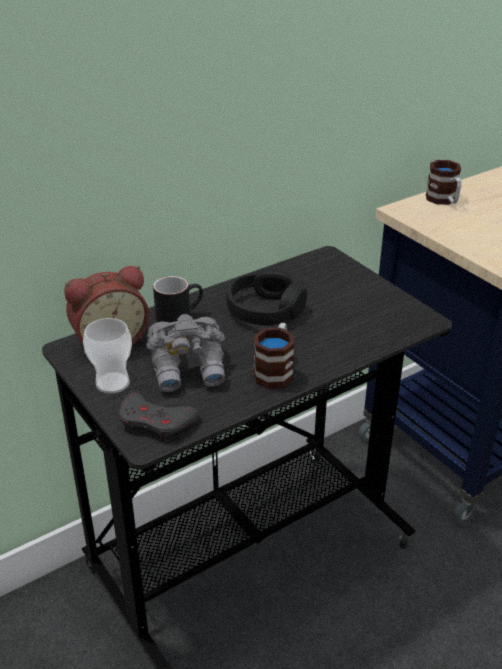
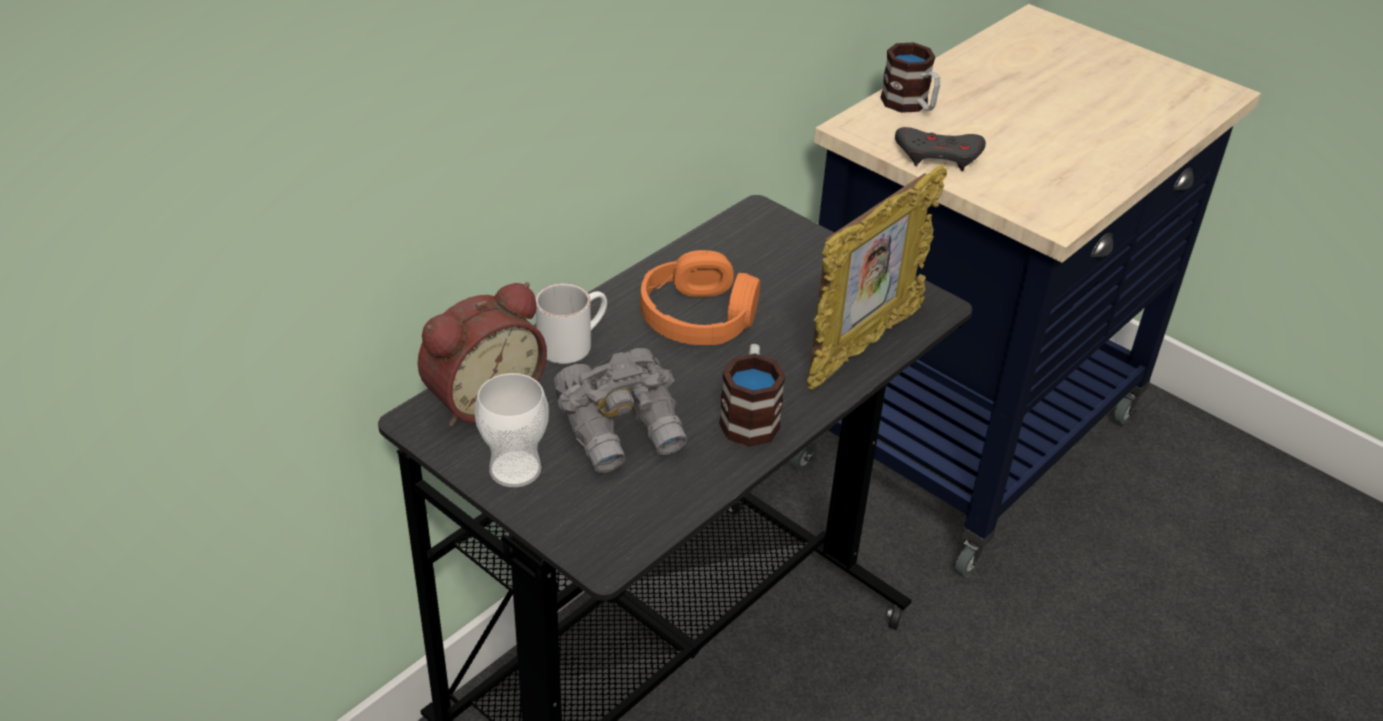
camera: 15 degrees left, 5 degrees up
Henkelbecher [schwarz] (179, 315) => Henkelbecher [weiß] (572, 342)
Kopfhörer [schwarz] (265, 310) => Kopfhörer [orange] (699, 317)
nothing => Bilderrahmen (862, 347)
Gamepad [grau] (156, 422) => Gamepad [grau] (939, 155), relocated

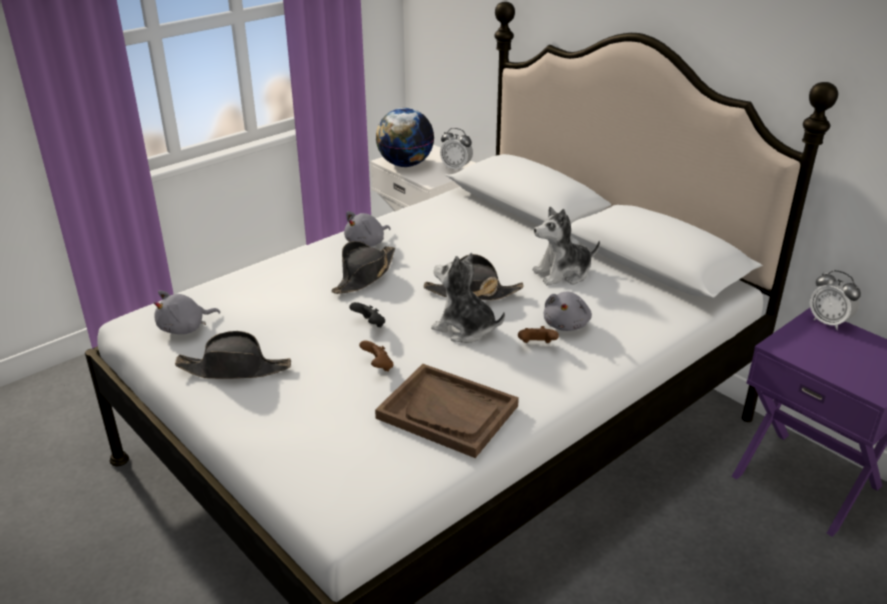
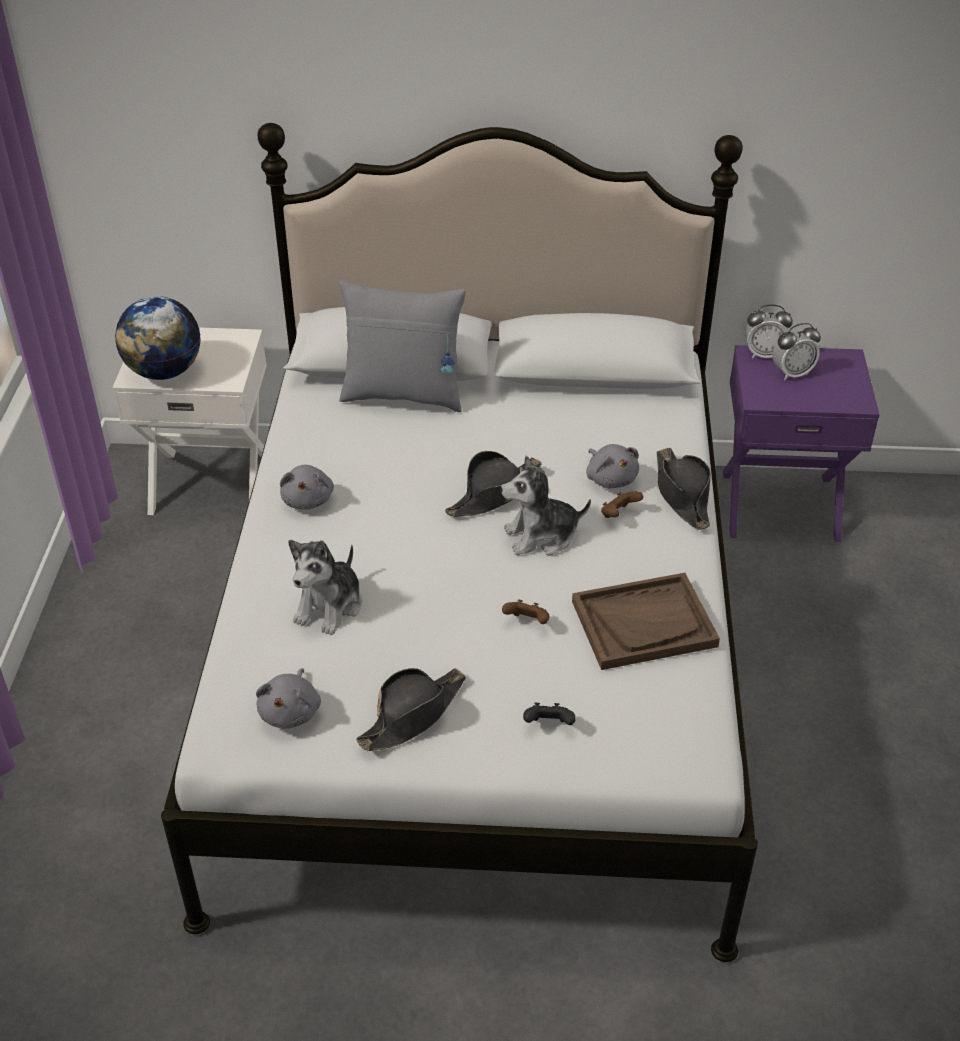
camera: 45 degrees left, 10 degrees up
Plüschtier (563, 273) => Plüschtier (330, 606), relocated
nothing => Kissen [grau] (403, 396)
Gamepad [schwarz] (369, 324) => Gamepad [schwarz] (548, 725), relocated
Hut [schwarz] (364, 276) => Hut [schwarz] (682, 495), relocated
Wecker (456, 168) => Wecker (792, 373), relocated

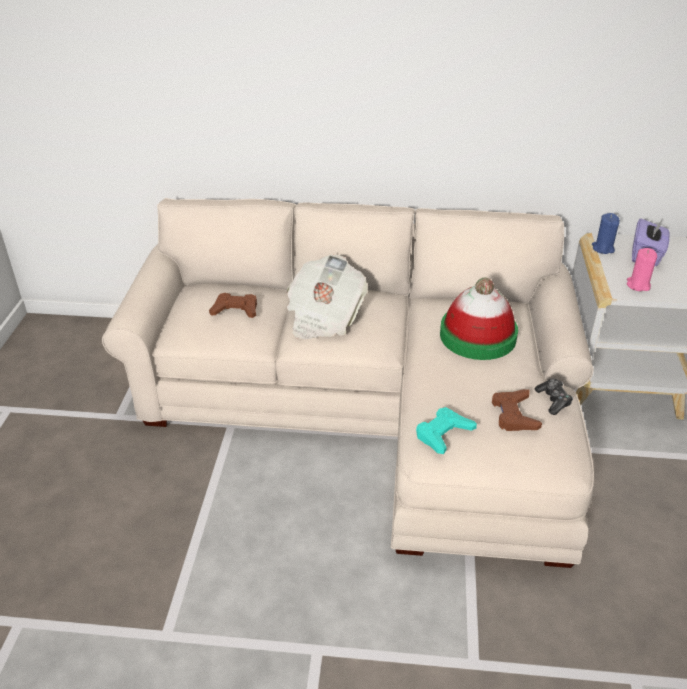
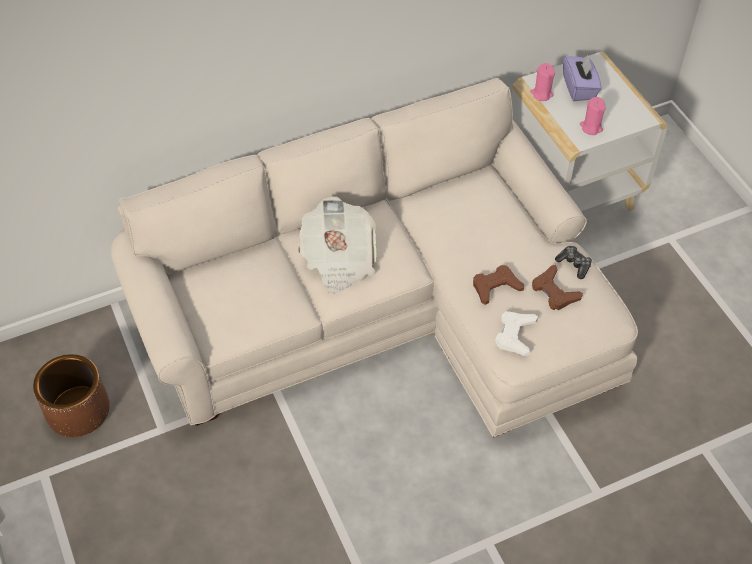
camera: 30 degrees left, 15 degrees up
nothing => Pflanzkübel [braun] (78, 411)
Gamepad [braun] (235, 310) => Gamepad [braun] (496, 287), relocated
Gamepad [türkis] (443, 434) => Gamepad [weiß] (515, 335)
Kerze [blau] (603, 248) => Kerze [rosa] (541, 94)
Hut (478, 336) => nothing

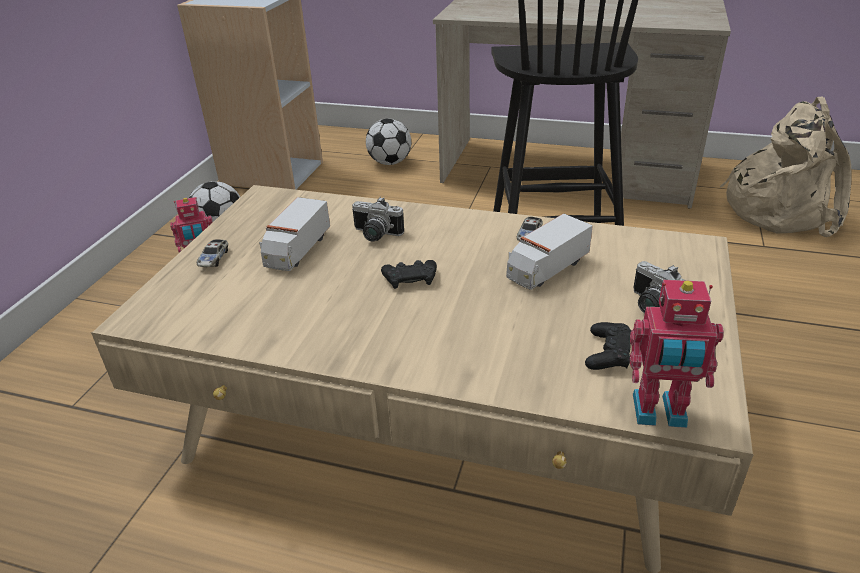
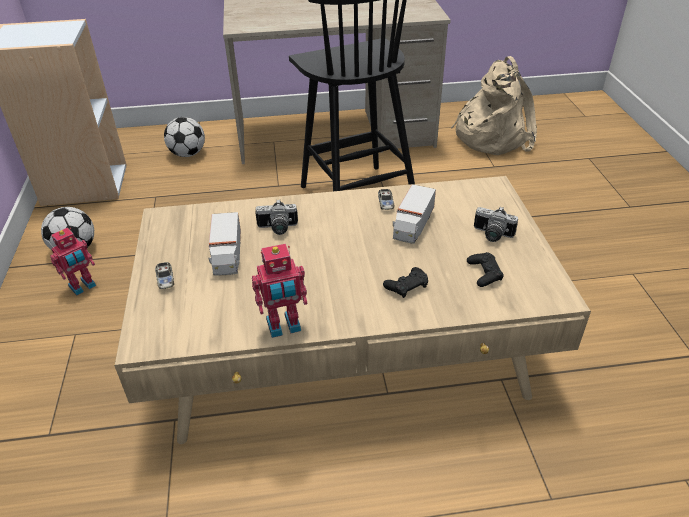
camera: 25 degrees left, 5 degrees up
Spielzeugroboter (659, 413) => Spielzeugroboter (284, 327), relocated
Gamepad [schwarz] (410, 278) => Gamepad [schwarz] (406, 286), relocated

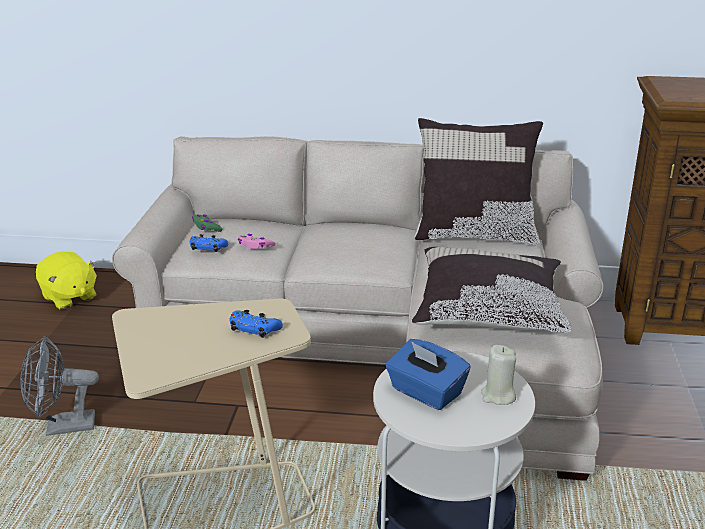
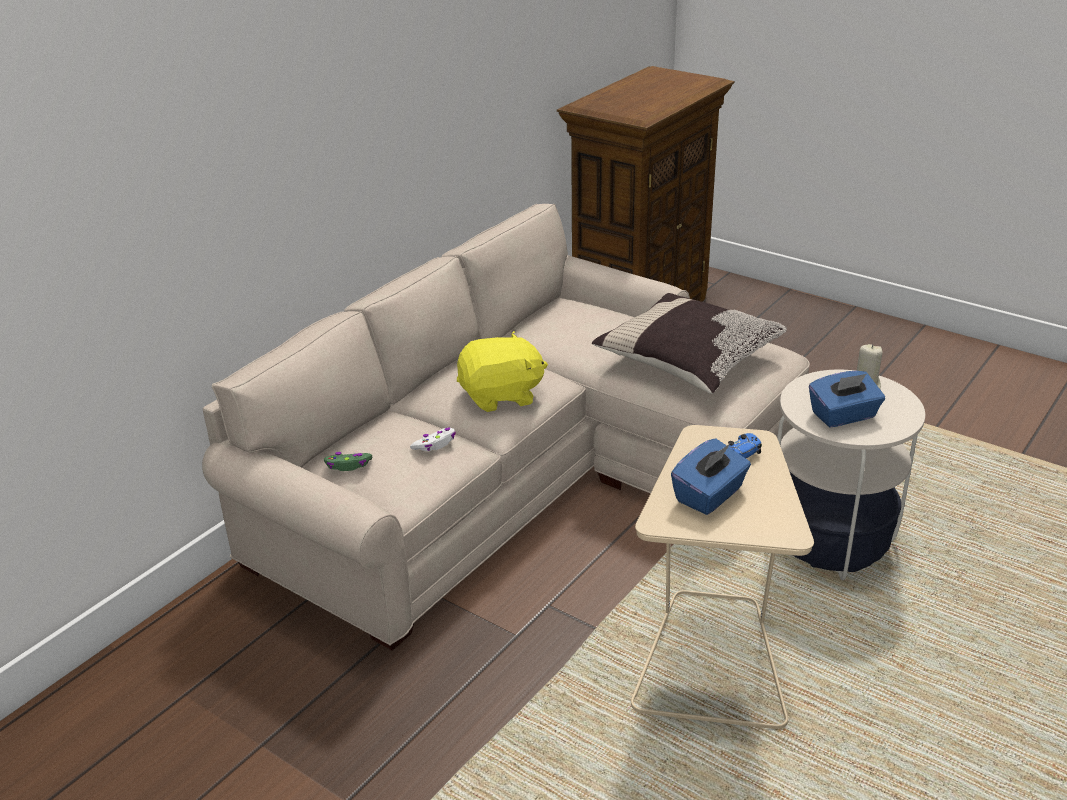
camera: 60 degrees left, 5 degrees up
Gamepad [rosa] (255, 246) => Gamepad [weiß] (435, 444)
Plüschtier [gelb] (69, 297) => Plüschtier [gelb] (501, 396), relocated
nothing => Taschentuchbox [blau] (709, 495)
Ventilator [grau] (62, 427) => nothing
Gamepad [blau] (208, 248) => nothing
Kissen (474, 235) => nothing

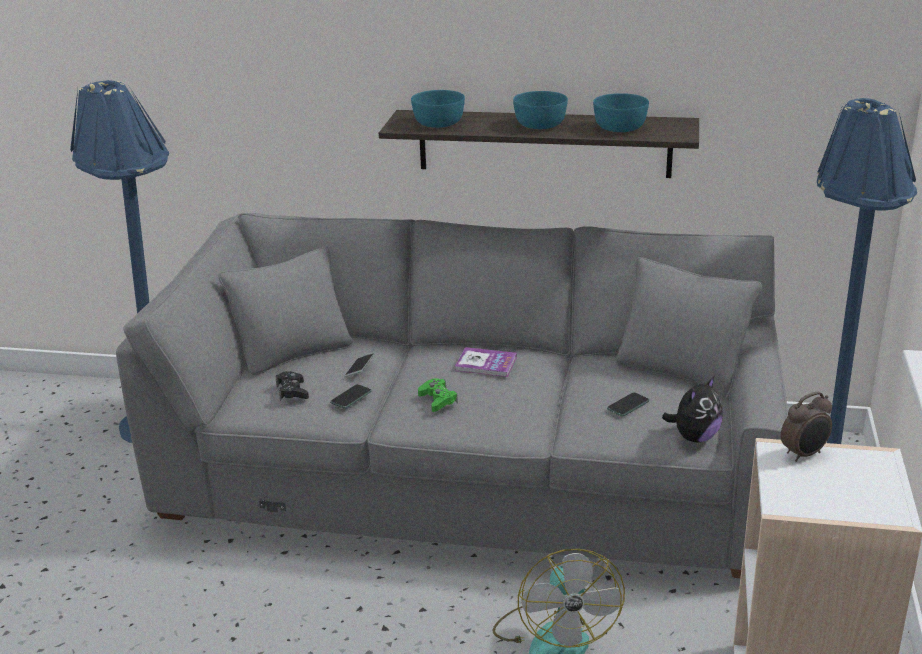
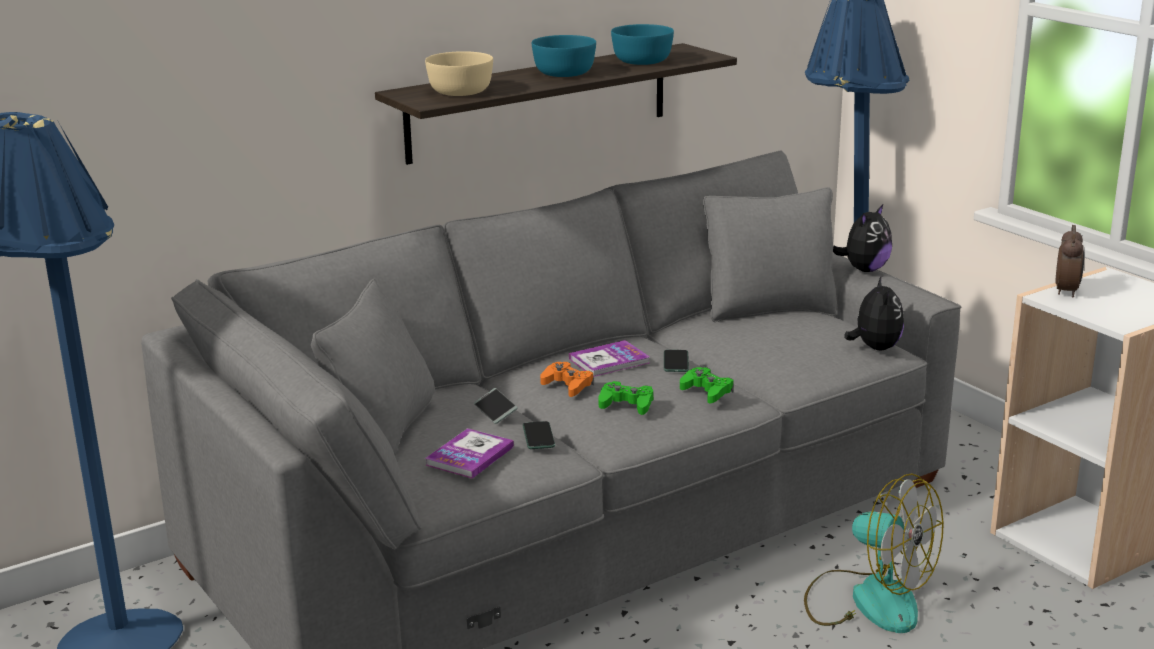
camera: 45 degrees left, 5 degrees down
Schüssel [türkis] (439, 123) => Schüssel [beige] (461, 91)
Gamepad [schwarz] (292, 391) => Buch (469, 456)
nothing => Gamepad [orange] (567, 385)
Handy (628, 405) => Handy (676, 362), relocated
nothing => Gamepad [grün] (707, 391)
nothing => Plüschtier (864, 269)

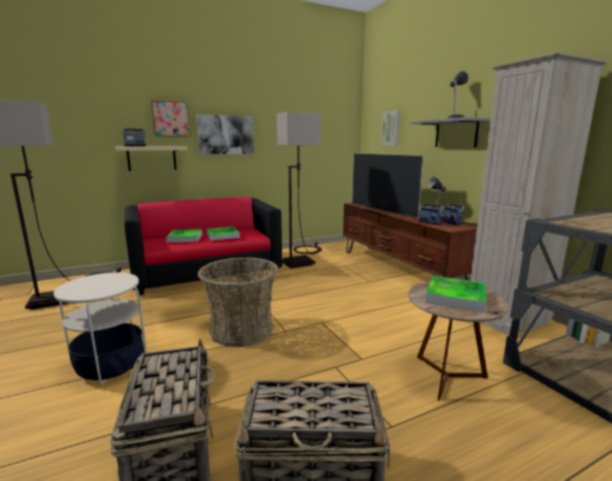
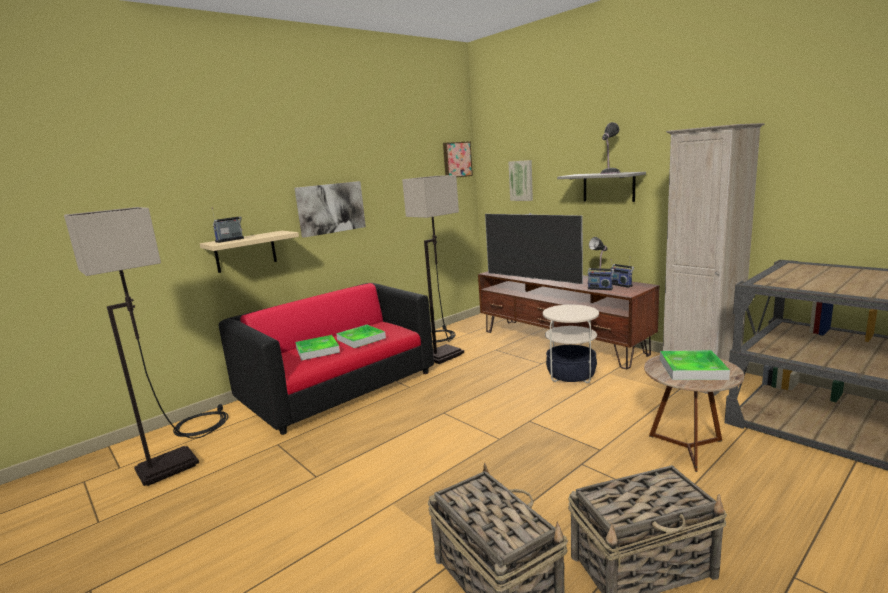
camera: 15 degrees left, 0 degrees up
Bild (171, 119) => Bild (456, 159), relocated
Beistelltisch [beige] (111, 367) => Beistelltisch [beige] (571, 376), relocated
Korb (241, 330) => nothing

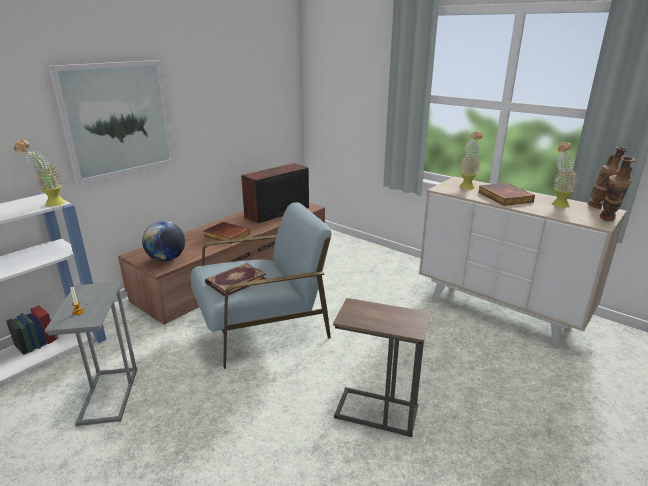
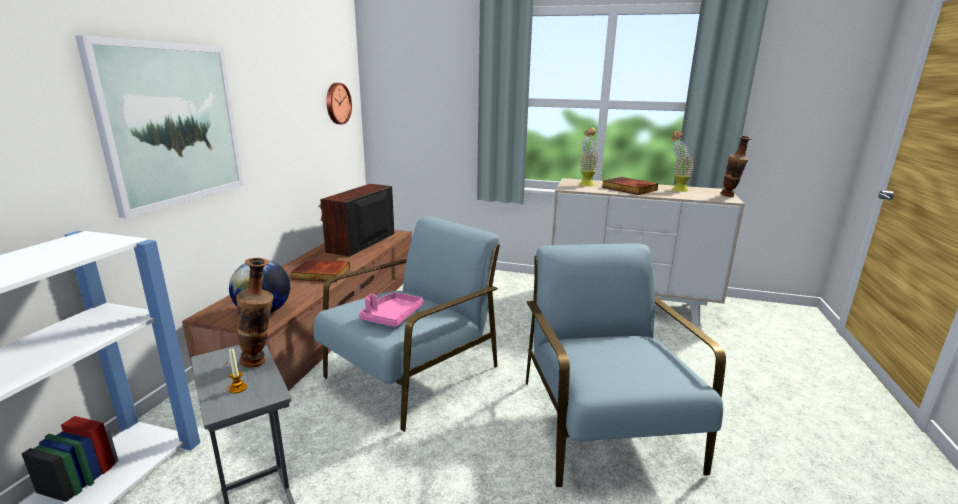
camera: 25 degrees left, 5 degrees down
Vase (599, 207) => Vase (261, 362), relocated
nothing => Wanduhr (337, 103)
Buch (235, 281) => Tablett [rosa] (392, 316)
Beistelltisch [braun] (377, 412) => Sessel [blau] (605, 426)
Topfpflanze (50, 205) => nothing

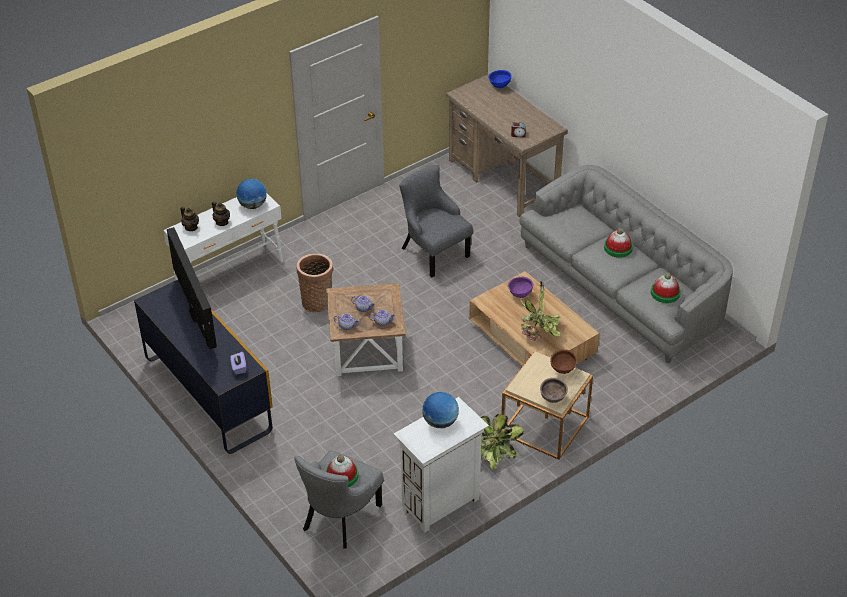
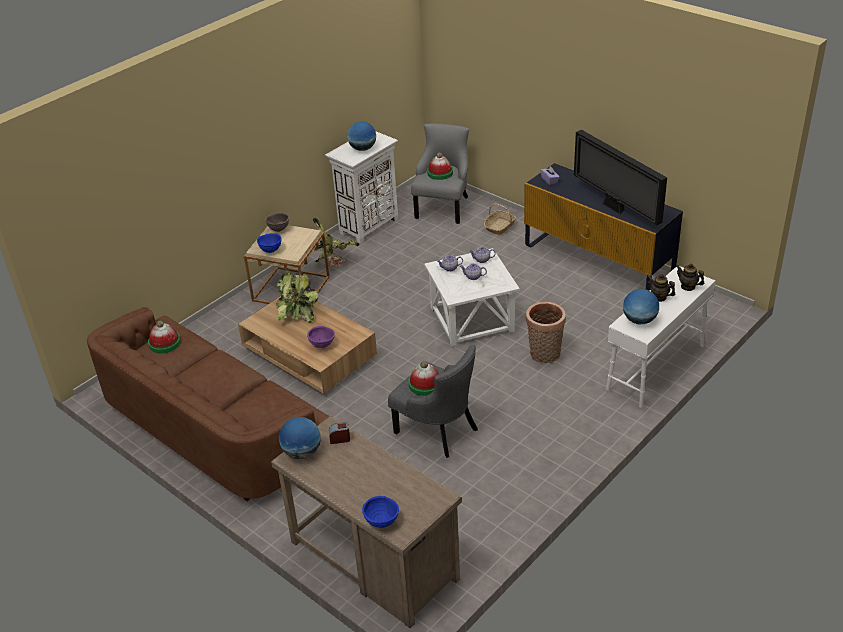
camera: 170 degrees right, 5 degrees down
Sofa [grau] (622, 287) => Sofa [braun] (212, 427)
Schüssel [braun] (562, 370) => Schüssel [blau] (271, 251)
nothing => Globus (302, 452)
Hut (618, 248) => Hut (425, 384), relocated
Beistelltisch [braun] (366, 349) => Beistelltisch [weiß] (473, 320)
nothing => Korb (499, 227)

